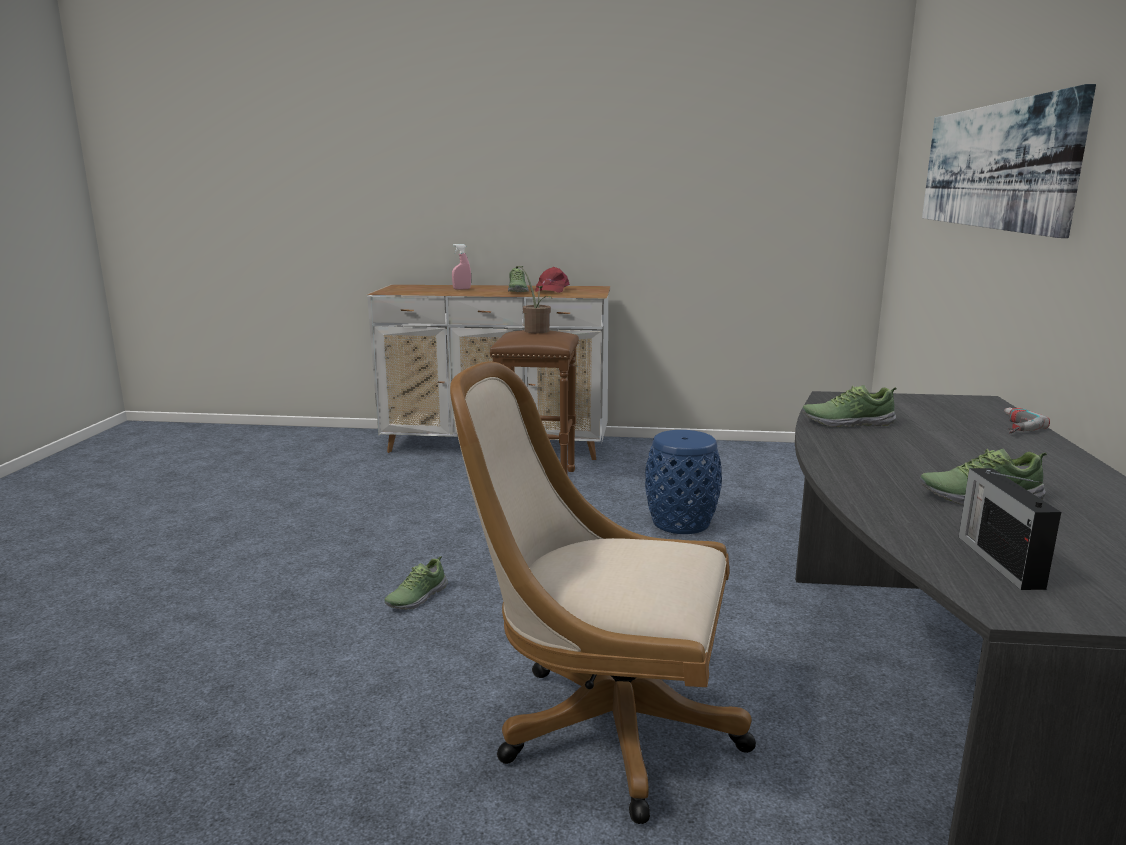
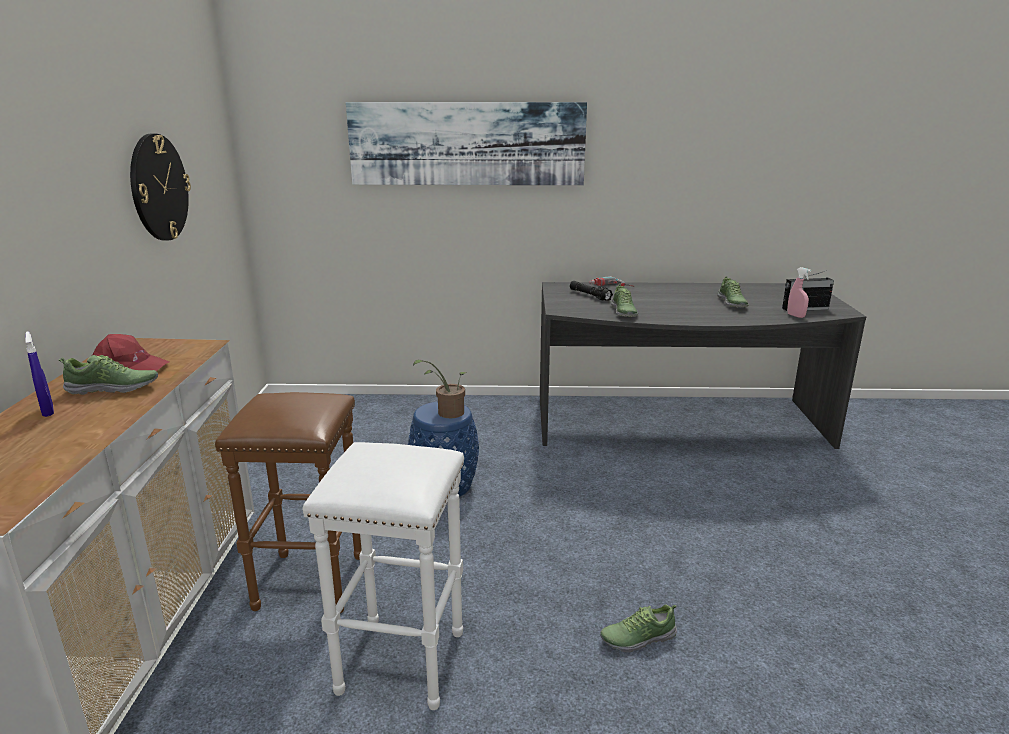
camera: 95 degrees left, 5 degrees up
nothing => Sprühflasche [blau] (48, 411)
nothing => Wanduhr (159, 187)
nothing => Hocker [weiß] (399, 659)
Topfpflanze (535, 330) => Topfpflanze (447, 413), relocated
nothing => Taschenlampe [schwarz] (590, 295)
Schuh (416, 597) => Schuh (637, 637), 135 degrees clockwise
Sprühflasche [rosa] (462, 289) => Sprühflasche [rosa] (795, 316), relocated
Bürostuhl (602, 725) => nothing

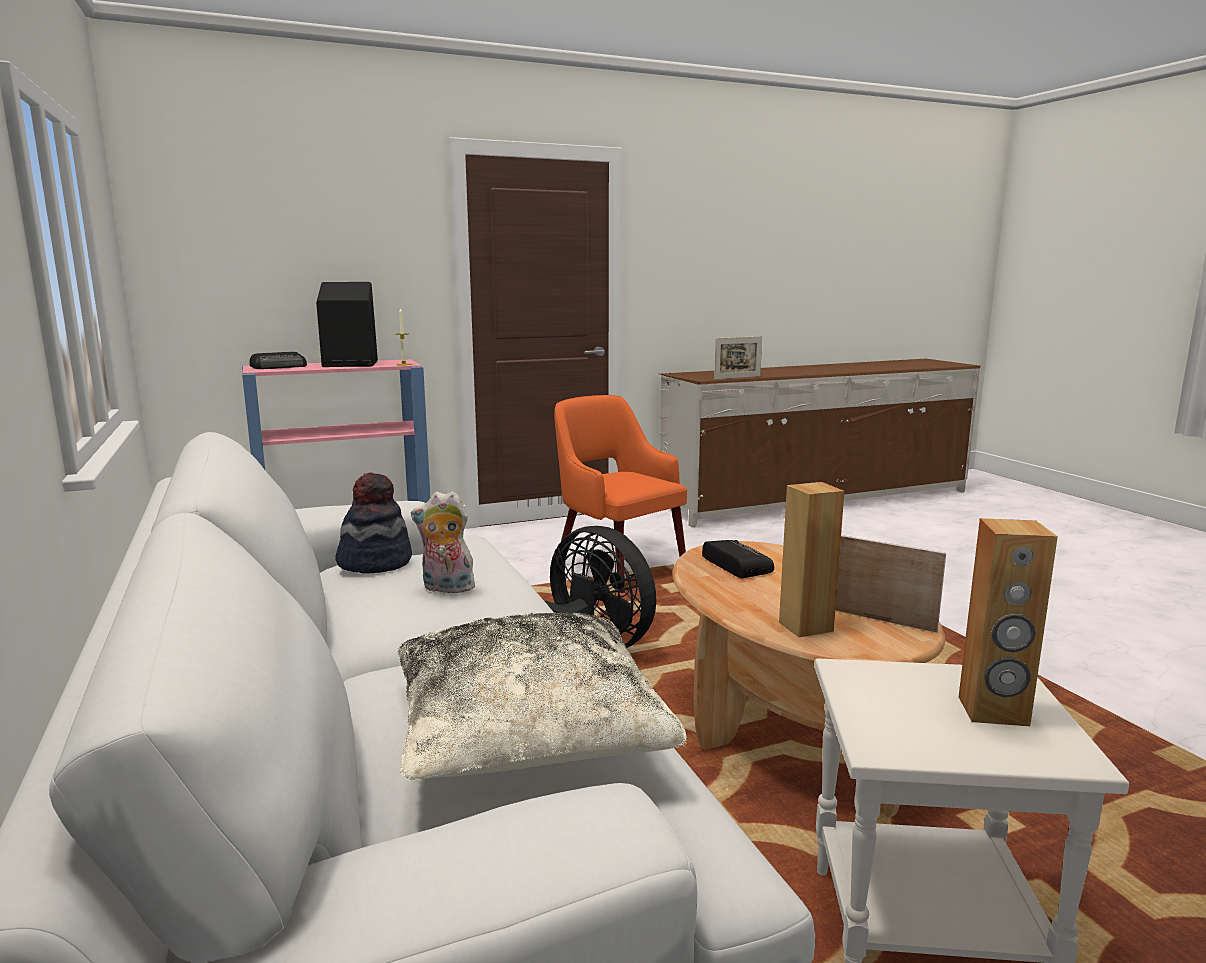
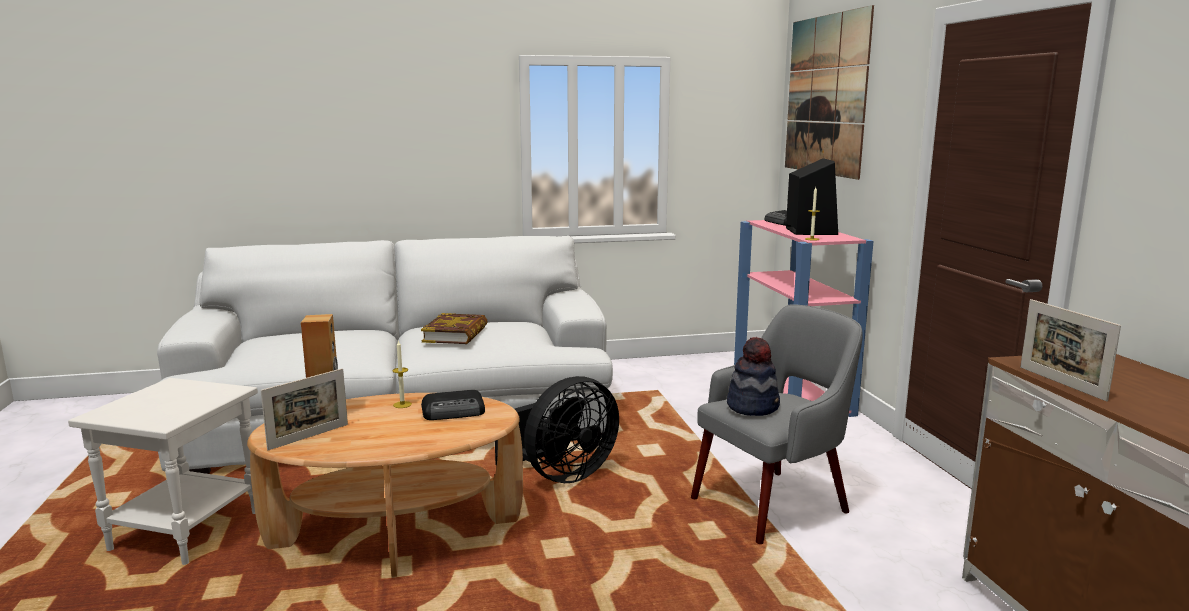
camera: 100 degrees right, 0 degrees up
nothing => Kerze (402, 404)
Plüschtier (446, 588) => Buch (456, 334)
Sessel [orange] (617, 567) => Sessel [grau] (772, 504)
Hut (375, 562) => Hut (753, 406), relocated
nothing => Bild (826, 95)
Kissen [beige] (529, 725) => nothing
Lautsprecher [braun] (993, 711) => nothing

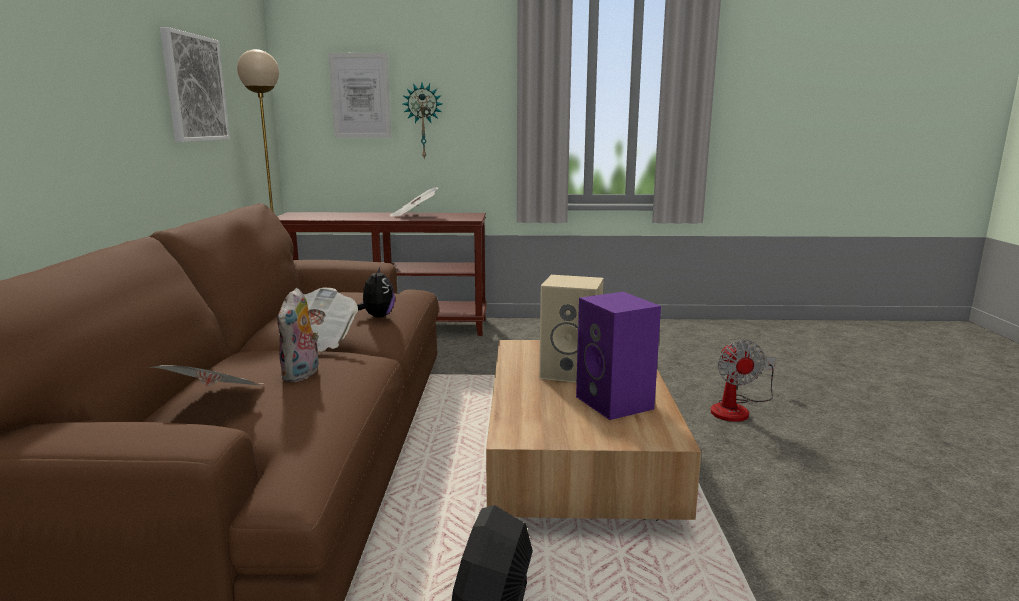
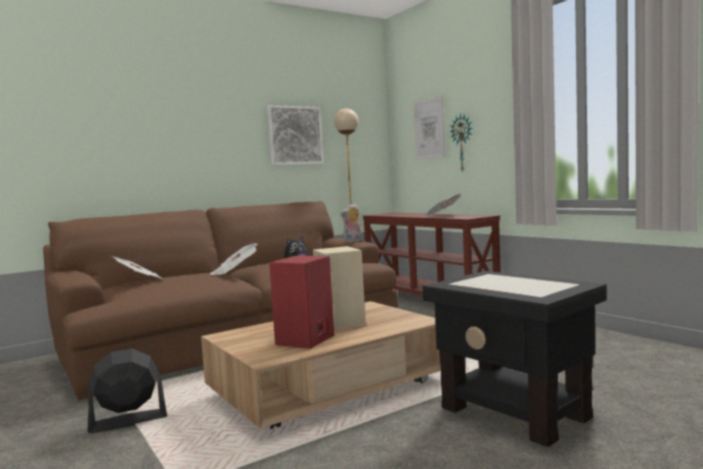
camera: 55 degrees right, 10 degrees down
Lautsprecher [lila] (616, 403) => Lautsprecher [rot] (305, 340)
Plüschtier (302, 375) => Plüschtier (353, 241), relocated
Ventilator (737, 409) => Beistelltisch [schwarz] (513, 413)

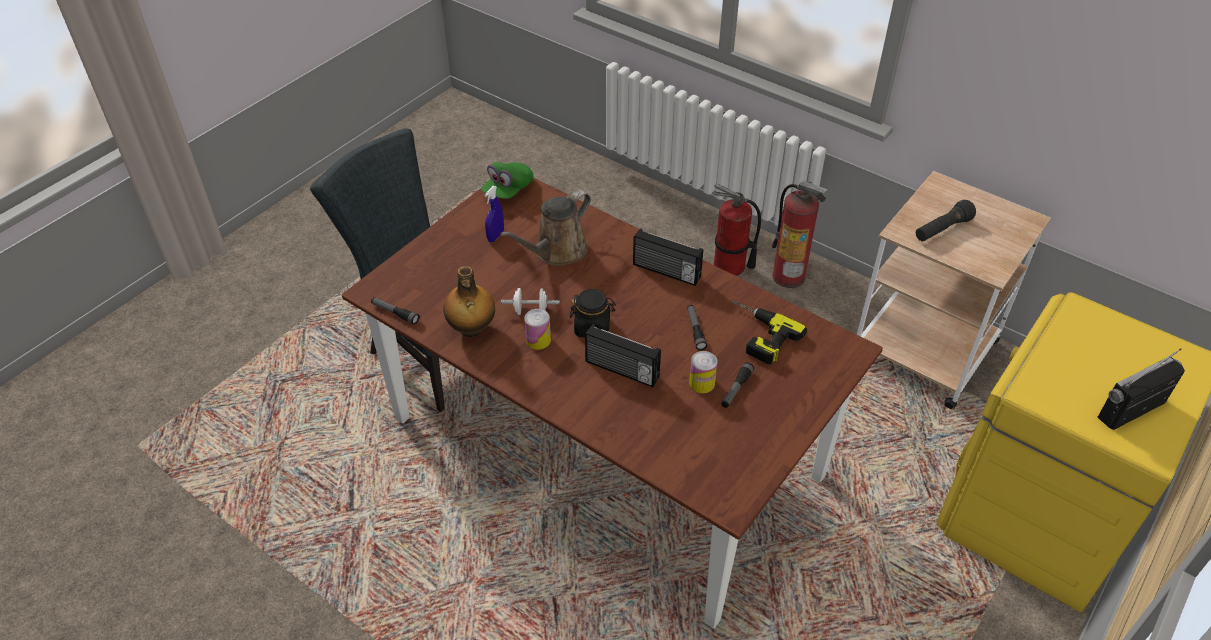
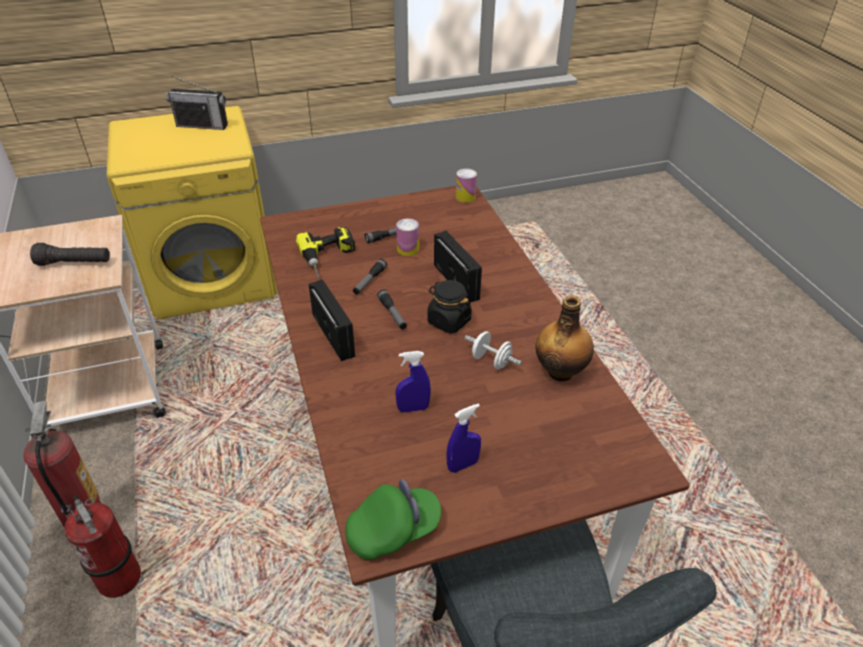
camera: 145 degrees left, 5 degrees down
Taschenlampe (395, 313) => Taschenlampe (392, 314), relocated
Gießkanne [braun] (557, 252) => Sprühflasche [blau] (413, 408)
Dose (538, 340) => Dose (465, 197), relocated

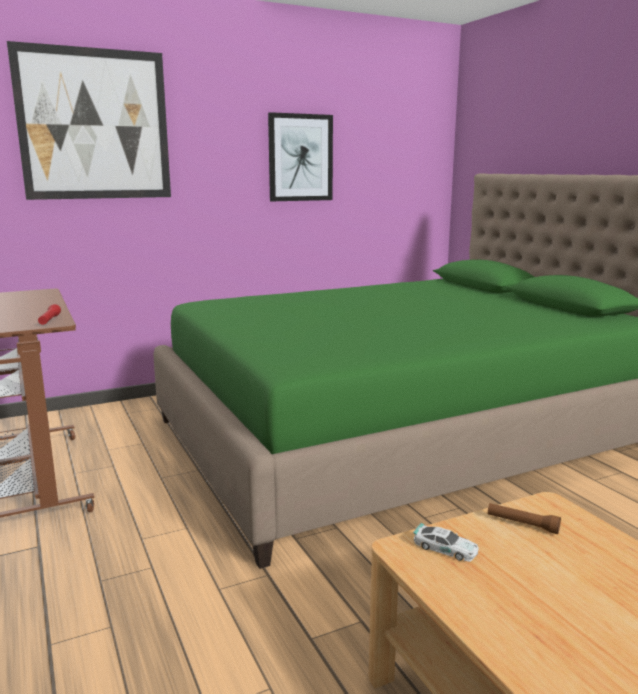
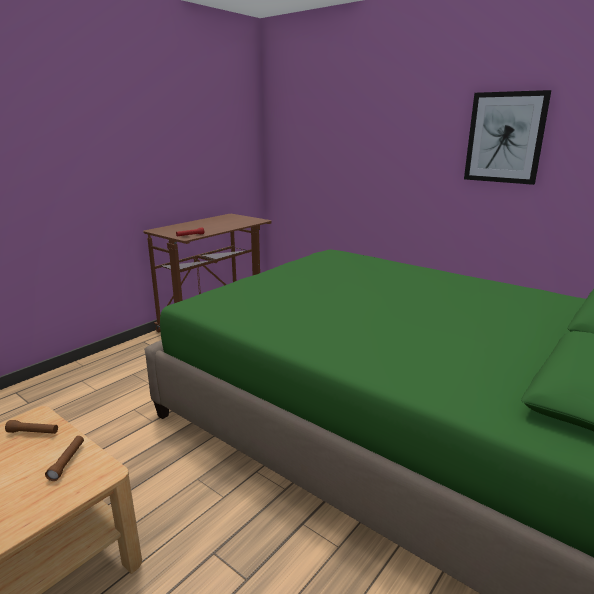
camera: 65 degrees right, 5 degrees up
Spielzeugauto (445, 549) => Taschenlampe [braun] (33, 432)
Bild (95, 125) => nothing

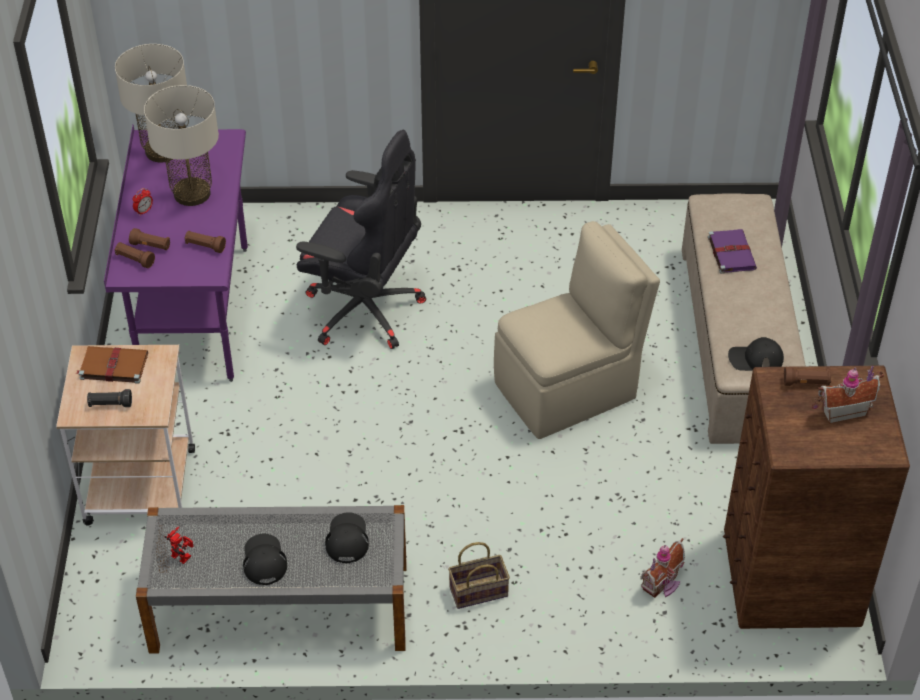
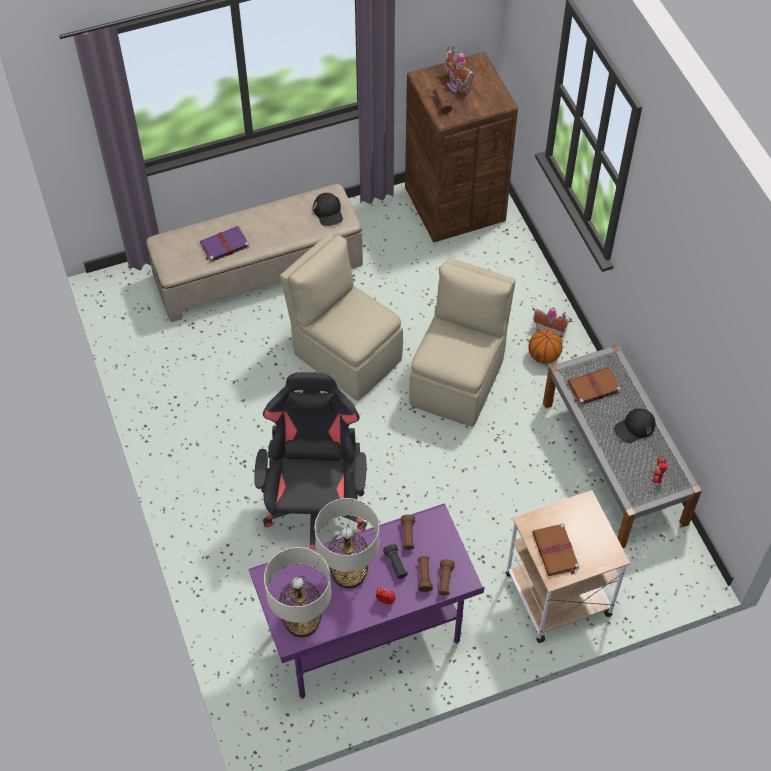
camera: 110 degrees left, 10 degrees up
Taschenlampe [schwarz] (110, 404) => Taschenlampe [schwarz] (395, 565), relocated
nothing => Stuhl [beige] (458, 380)
Korb (479, 590) => Basketball (543, 356)
Spielzeughaus (663, 584) => Spielzeughaus (550, 330), relocated
Kappe [schwarz] (347, 539) => Buch [braun] (593, 387)

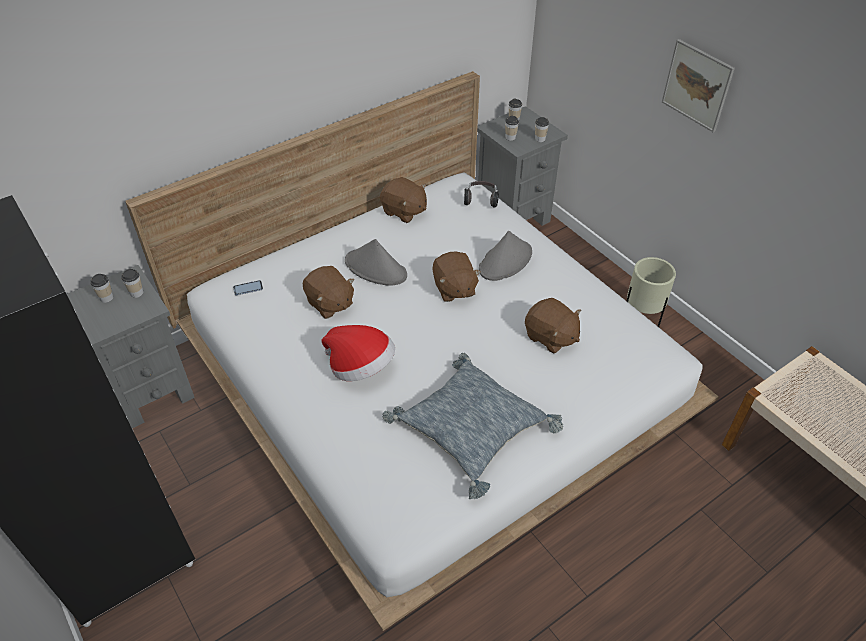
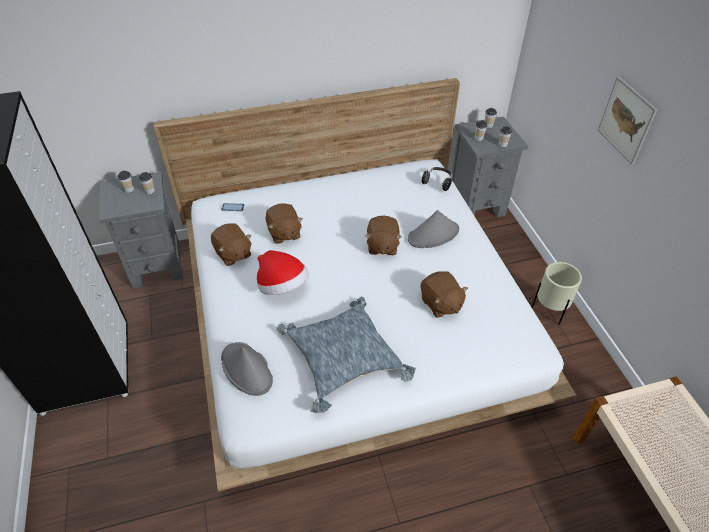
camera: 20 degrees right, 0 degrees up
Plüschtier [braun] (404, 211) => Plüschtier [braun] (233, 254), relocated
Hut [grau] (376, 268) => Hut [grau] (247, 369), relocated

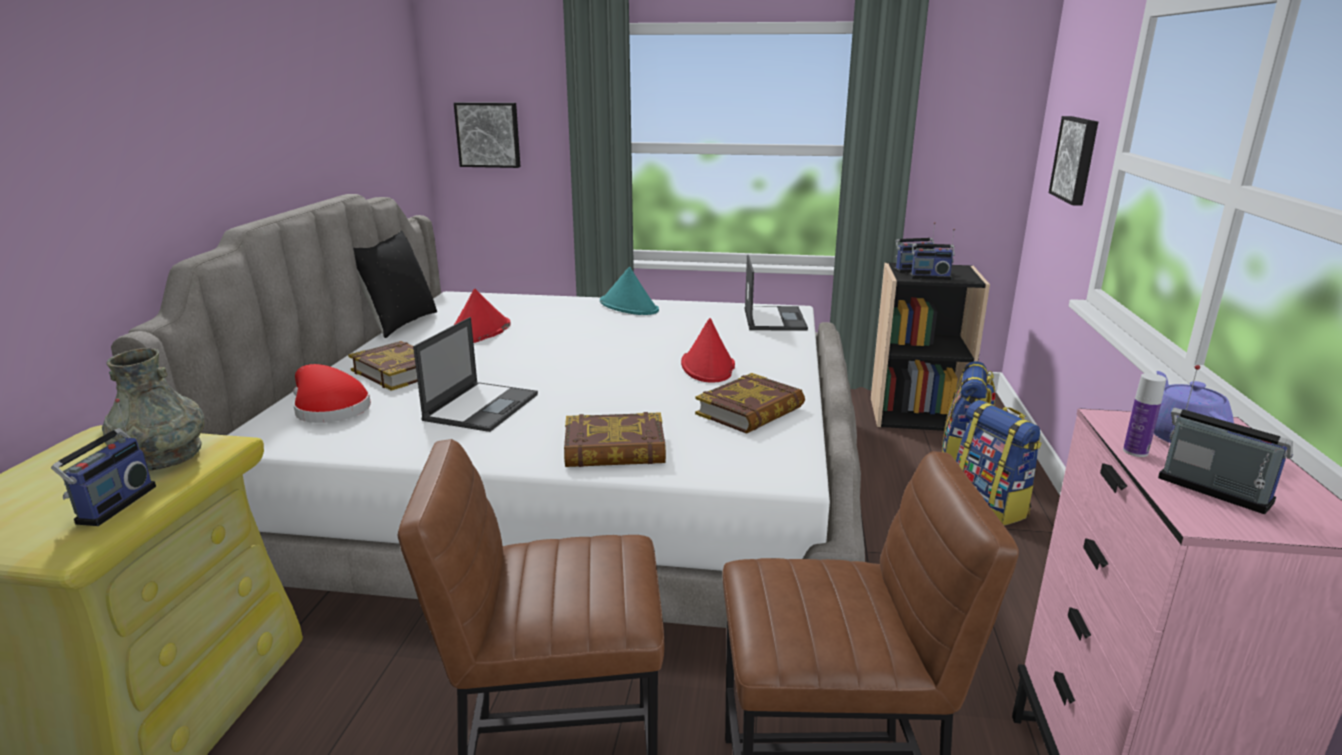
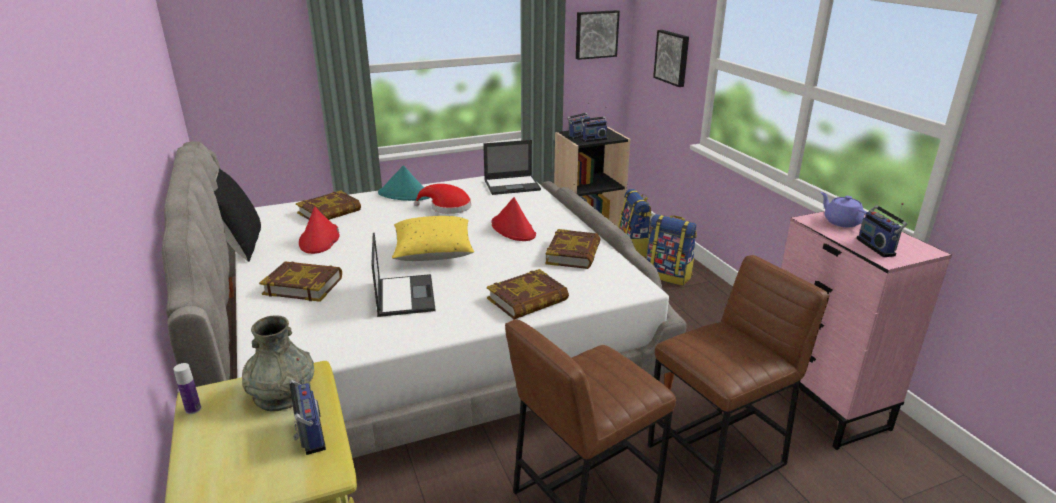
camera: 30 degrees left, 5 degrees up
Flasche (1135, 452) => Flasche (193, 409), relocated
nothing => Buch (329, 212)
nothing => Kissen [gelb] (433, 253)
Hut [rot] (329, 409) => Hut [rot] (447, 207), relocated
Laptop (774, 319) => Laptop (512, 185), 105 degrees clockwise
Bild (488, 134) => Bild (596, 34), relocated
Radio (1212, 493) => Radio (877, 247), 120 degrees counterclockwise

